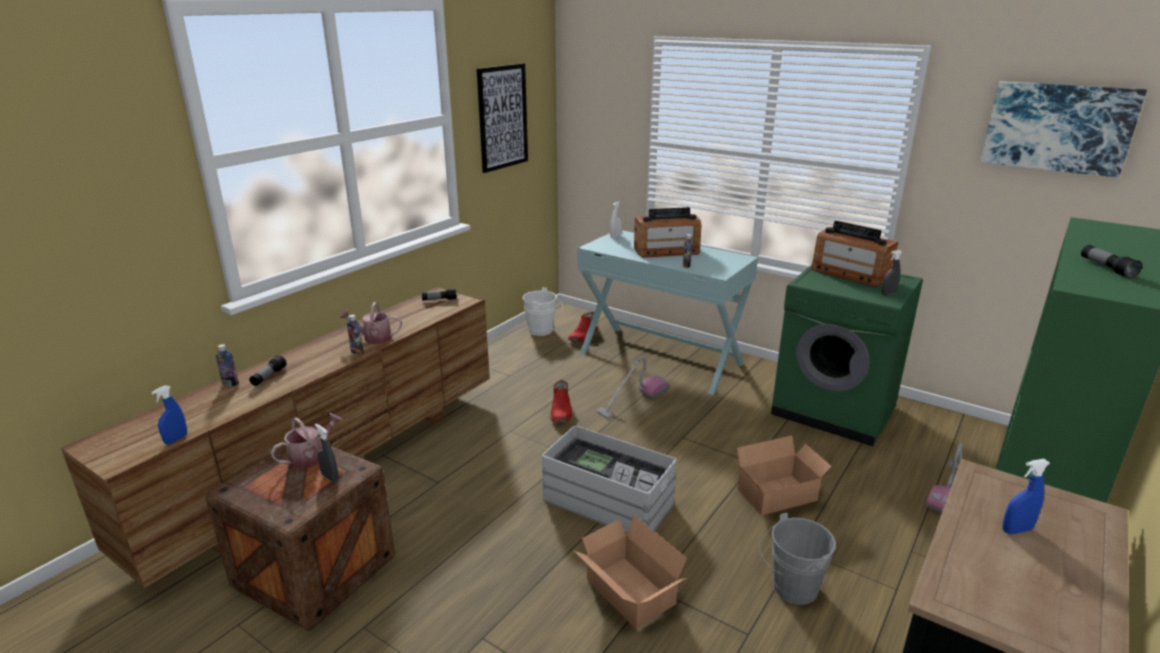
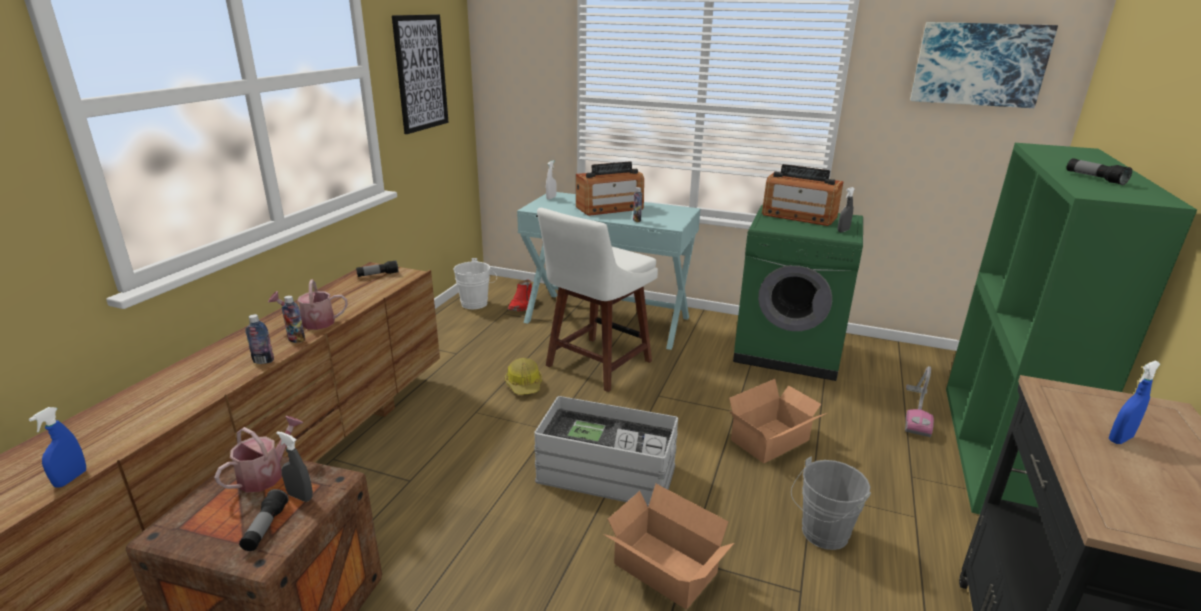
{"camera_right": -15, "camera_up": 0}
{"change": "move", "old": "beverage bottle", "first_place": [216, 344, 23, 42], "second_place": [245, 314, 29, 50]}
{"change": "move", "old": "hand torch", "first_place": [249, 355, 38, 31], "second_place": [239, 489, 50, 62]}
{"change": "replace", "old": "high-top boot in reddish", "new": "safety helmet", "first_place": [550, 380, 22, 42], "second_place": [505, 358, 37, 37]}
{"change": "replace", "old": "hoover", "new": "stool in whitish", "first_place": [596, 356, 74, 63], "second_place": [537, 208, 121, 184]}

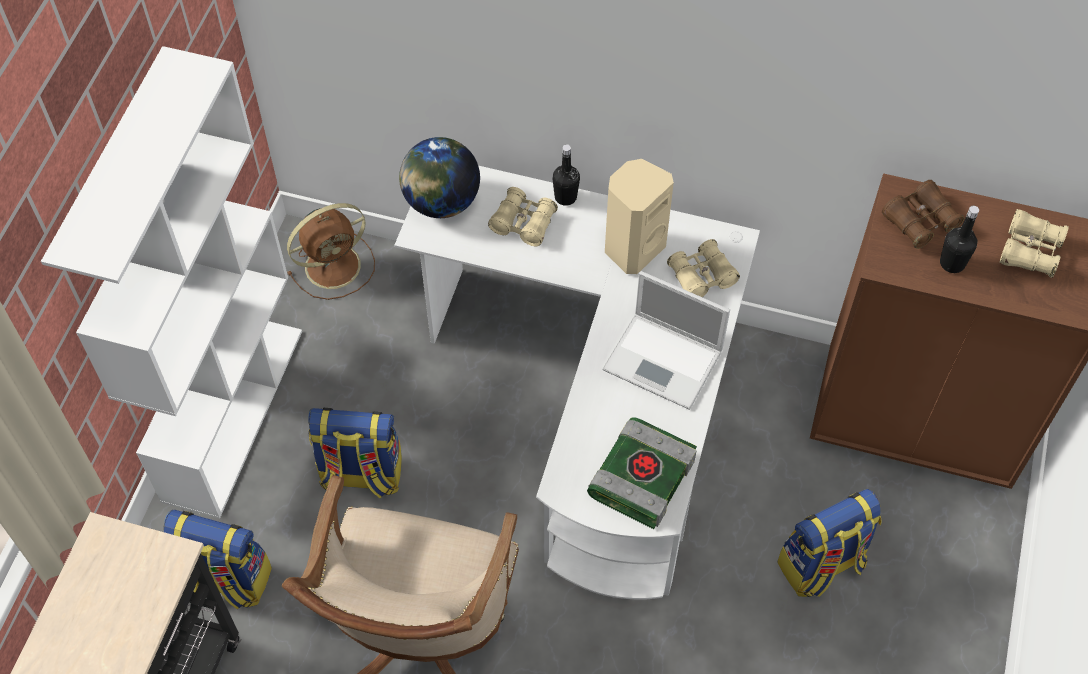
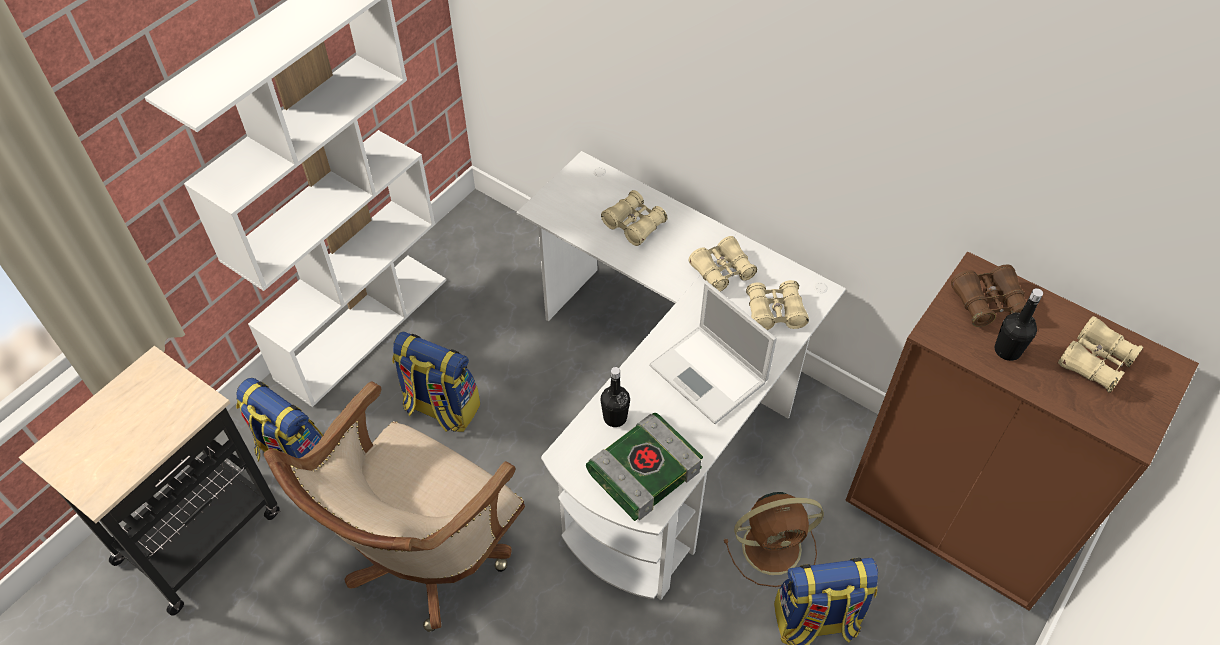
{"camera_right": 20, "camera_up": -5}
{"change": "delete", "old": "globe", "first_place": [399, 137, 81, 81]}
{"change": "move", "old": "cooling fan in brown-coloured", "first_place": [287, 203, 88, 97], "second_place": [724, 492, 100, 95]}
{"change": "move", "old": "beverage bottle in black-coloured", "first_place": [552, 144, 28, 62], "second_place": [601, 367, 29, 60]}
{"change": "replace", "old": "loudspeaker in beige-coloured", "new": "pair of binoculars in beige-coloured", "first_place": [605, 159, 69, 115], "second_place": [689, 236, 68, 56]}

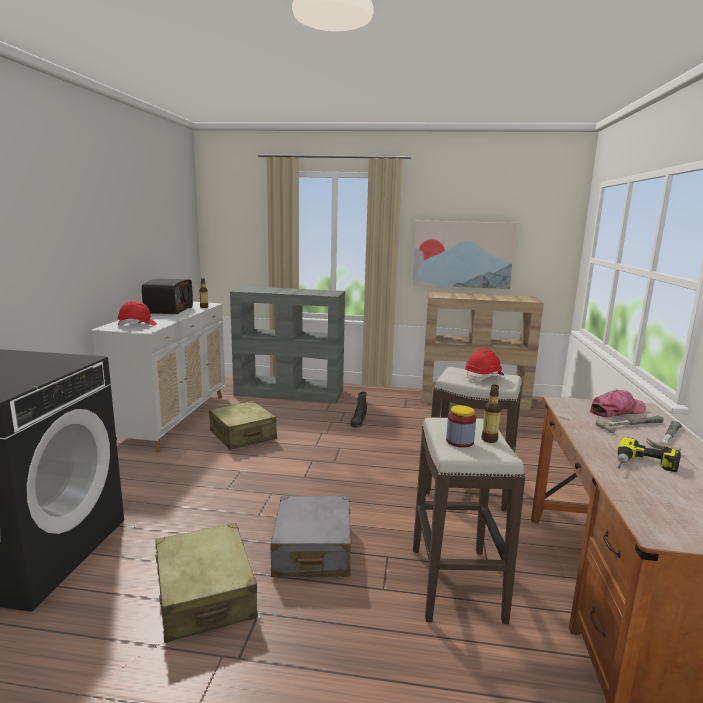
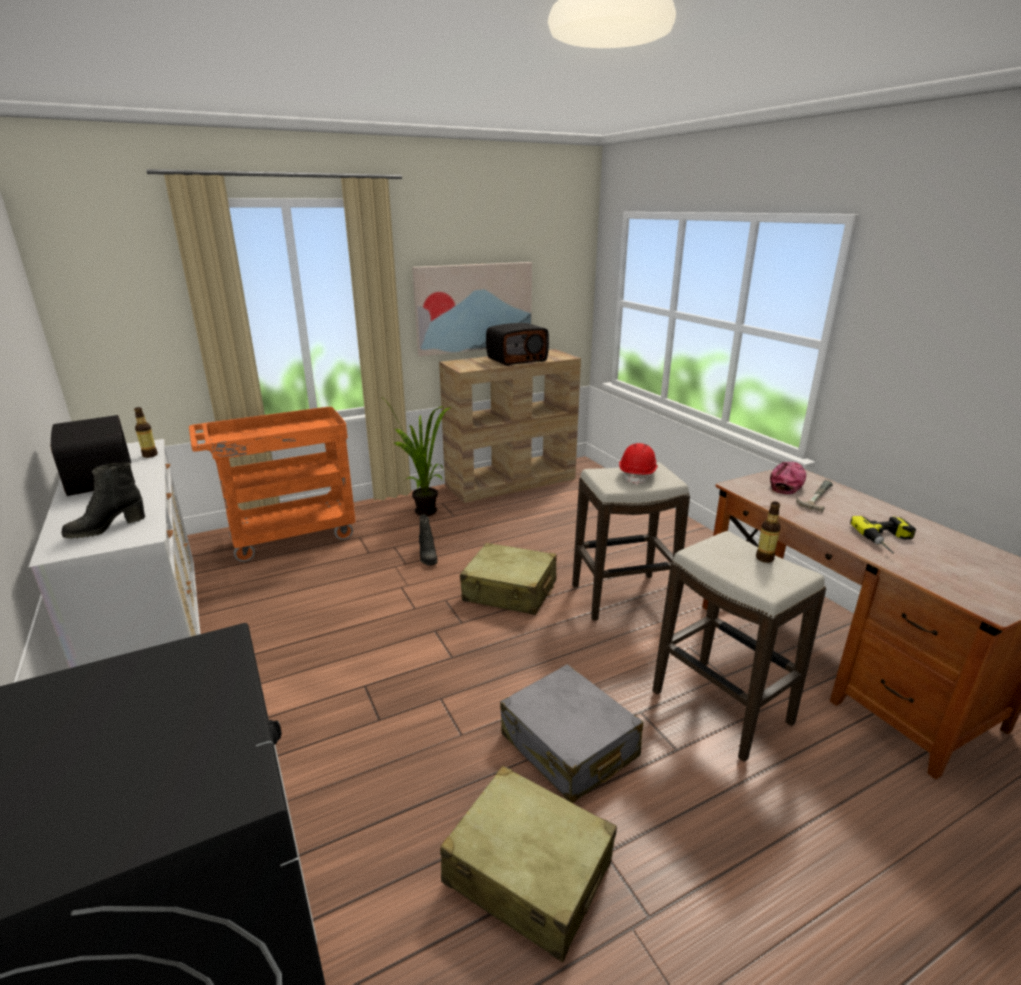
{"camera_right": -35, "camera_up": 10}
{"change": "delete", "old": "storage jar", "first_place": [446, 405, 30, 43]}
{"change": "delete", "old": "hammer", "first_place": [646, 421, 36, 31]}
{"change": "insert", "new": "potted plant", "second_place": [381, 397, 70, 119]}
{"change": "insert", "new": "radio", "second_place": [486, 323, 63, 43]}
{"change": "move", "old": "suitcase in beige-coloured", "first_place": [209, 401, 68, 49], "second_place": [460, 543, 97, 72]}
{"change": "replace", "old": "safety helmet in reddish", "new": "high-top boot in black-coloured", "first_place": [117, 301, 40, 25], "second_place": [61, 463, 84, 75]}
{"change": "replace", "old": "shelving unit in grey", "new": "trolley in orangey", "first_place": [230, 286, 115, 117], "second_place": [189, 407, 167, 155]}

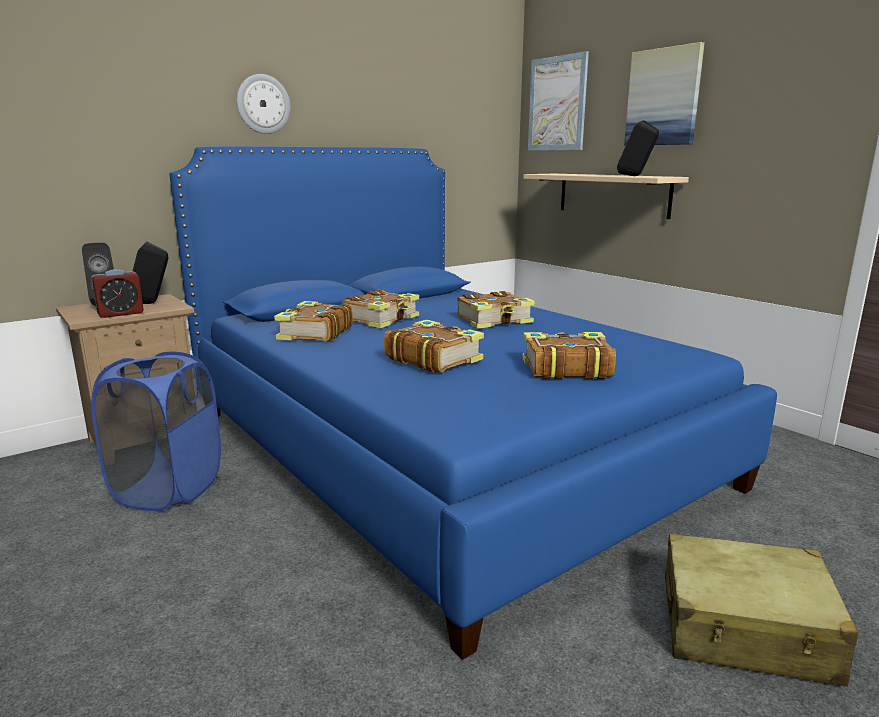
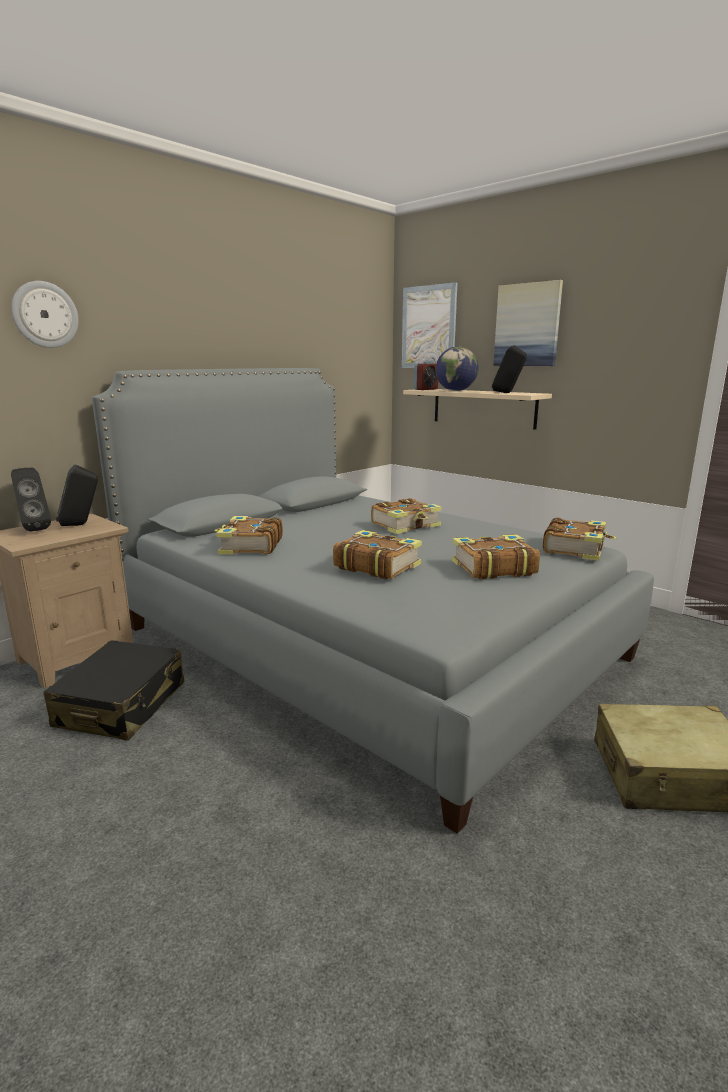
{"camera_right": -10, "camera_up": 0}
{"change": "insert", "new": "globe", "second_place": [436, 346, 43, 45]}
{"change": "move", "old": "table clock", "first_place": [91, 269, 53, 49], "second_place": [414, 361, 24, 29]}
{"change": "move", "old": "clock on the wall", "first_place": [237, 74, 53, 60], "second_place": [11, 281, 67, 67]}
{"change": "move", "old": "book", "first_place": [342, 290, 77, 38], "second_place": [543, 517, 73, 44]}
{"change": "replace", "old": "laundry basket in bluish", "new": "suitcase in black-coloured", "first_place": [91, 352, 130, 159], "second_place": [43, 640, 141, 101]}
{"change": "recolor", "old": "bedroom bed in bluish", "new": "bedroom bed in grey", "first_place": [170, 146, 607, 514], "second_place": [92, 368, 562, 466]}

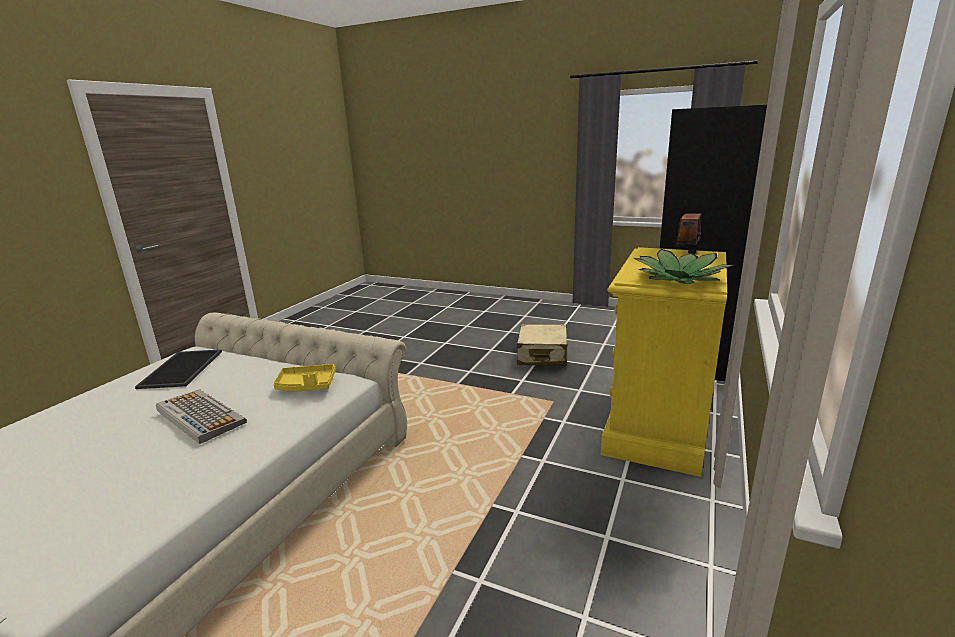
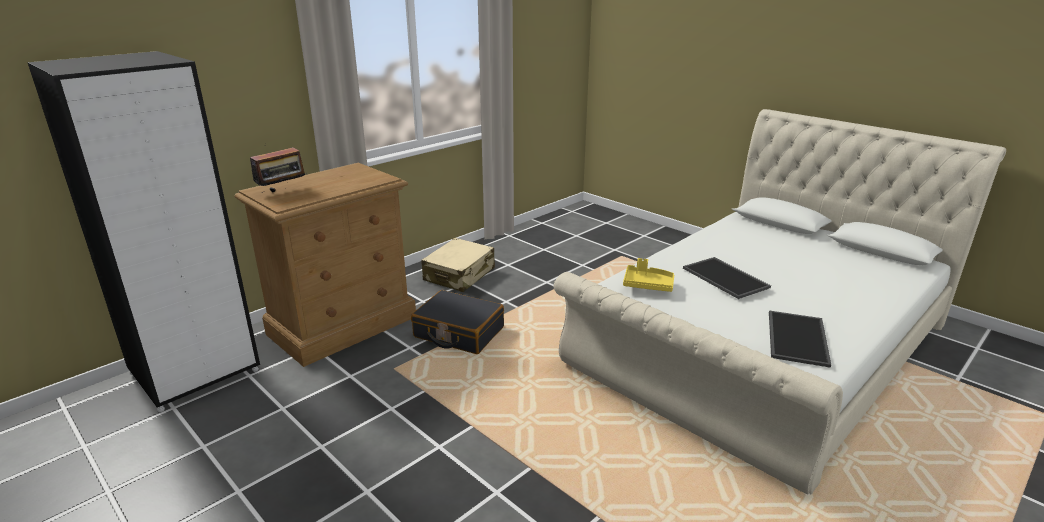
{"camera_right": -160, "camera_up": 5}
{"change": "delete", "old": "potted plant", "first_place": [634, 249, 99, 35]}
{"change": "insert", "new": "suitcase in black-coloured", "second_place": [411, 290, 93, 64]}
{"change": "move", "old": "suitcase in beige-coloured", "first_place": [517, 324, 51, 42], "second_place": [421, 238, 74, 54]}
{"change": "replace", "old": "PC keyboard", "new": "carrying tray", "first_place": [156, 389, 91, 55], "second_place": [683, 257, 88, 42]}
{"change": "recolor", "old": "dresser in yellowish", "new": "dresser in brown-coloured", "first_place": [601, 247, 126, 230], "second_place": [234, 163, 182, 204]}

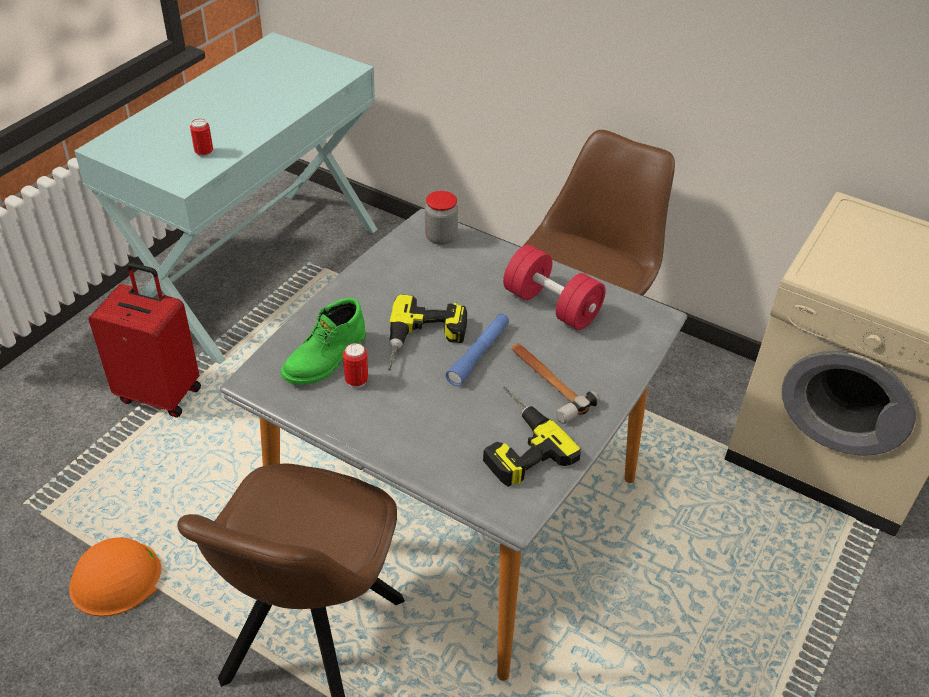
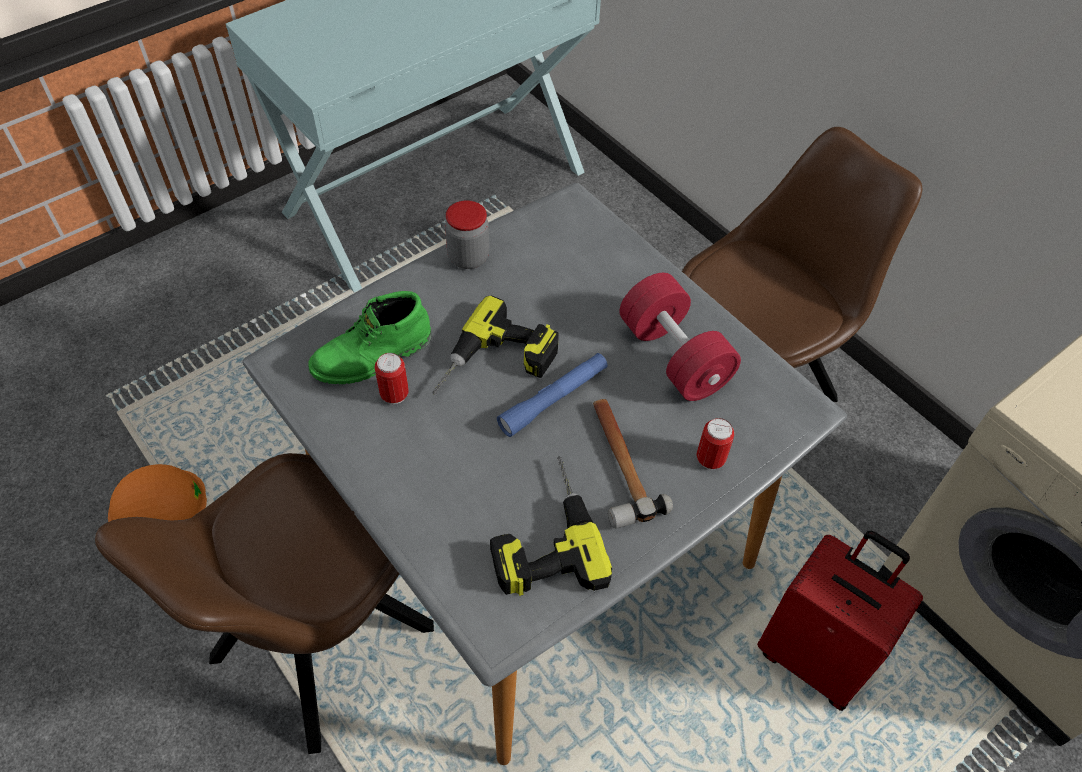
{"camera_right": 20, "camera_up": 10}
{"change": "move", "old": "suitcase in reddish", "first_place": [89, 263, 112, 155], "second_place": [757, 531, 166, 180]}
{"change": "move", "old": "metal can", "first_place": [190, 119, 23, 38], "second_place": [696, 418, 38, 52]}
{"change": "move", "old": "storage jar", "first_place": [425, 191, 33, 54], "second_place": [445, 200, 44, 69]}

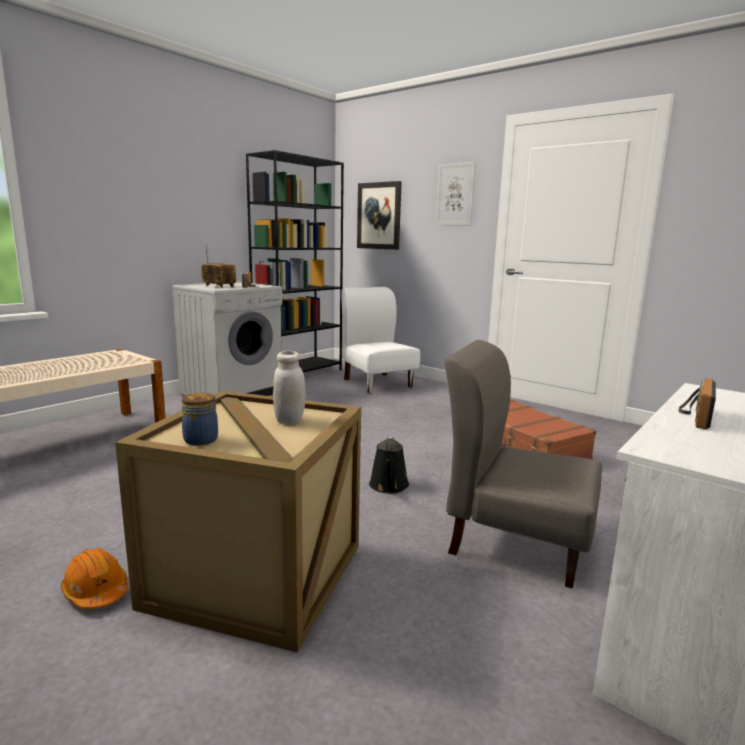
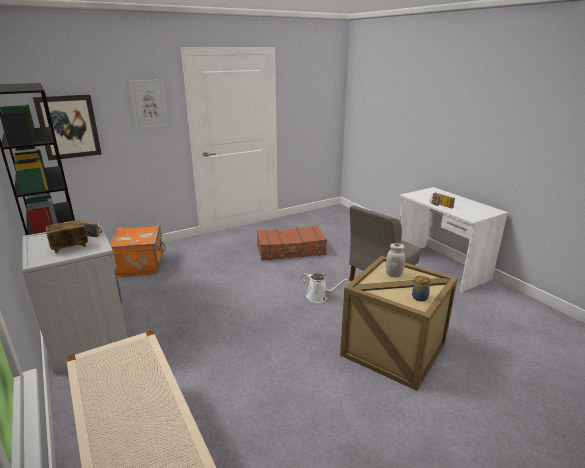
{"camera_right": -70, "camera_up": 10}
{"change": "delete", "old": "safety helmet in orangey", "first_place": [61, 548, 67, 61]}
{"change": "replace", "old": "upright chair in whitish", "new": "suitcase in orangey", "first_place": [341, 287, 79, 106], "second_place": [110, 225, 56, 52]}
{"change": "recolor", "old": "sprinkling can in black-coloured", "new": "sprinkling can in whitish", "first_place": [369, 437, 40, 57], "second_place": [301, 273, 48, 30]}

